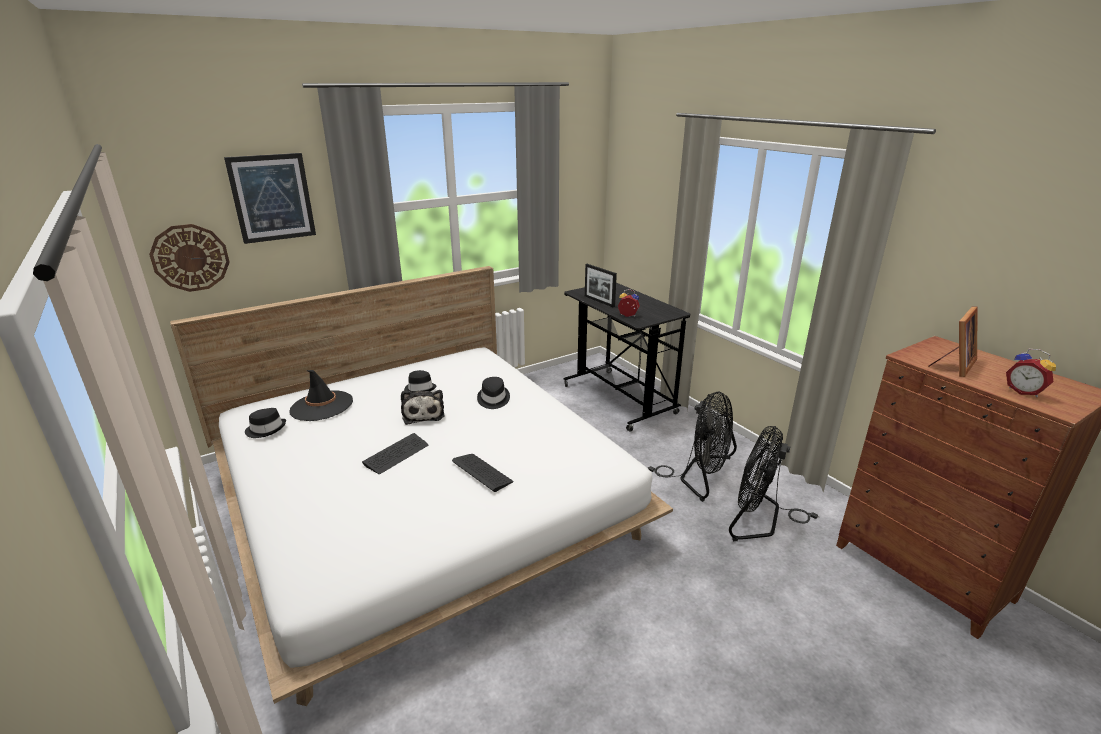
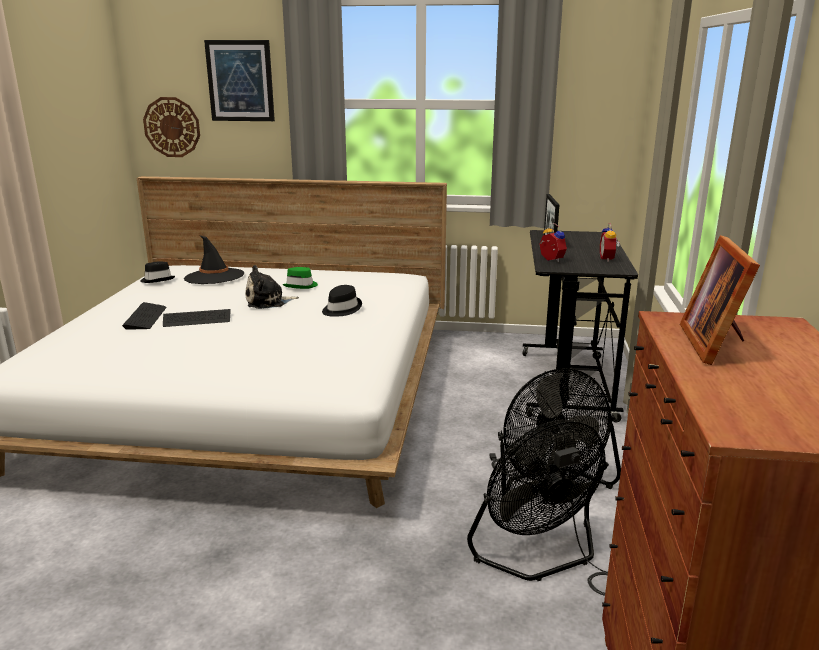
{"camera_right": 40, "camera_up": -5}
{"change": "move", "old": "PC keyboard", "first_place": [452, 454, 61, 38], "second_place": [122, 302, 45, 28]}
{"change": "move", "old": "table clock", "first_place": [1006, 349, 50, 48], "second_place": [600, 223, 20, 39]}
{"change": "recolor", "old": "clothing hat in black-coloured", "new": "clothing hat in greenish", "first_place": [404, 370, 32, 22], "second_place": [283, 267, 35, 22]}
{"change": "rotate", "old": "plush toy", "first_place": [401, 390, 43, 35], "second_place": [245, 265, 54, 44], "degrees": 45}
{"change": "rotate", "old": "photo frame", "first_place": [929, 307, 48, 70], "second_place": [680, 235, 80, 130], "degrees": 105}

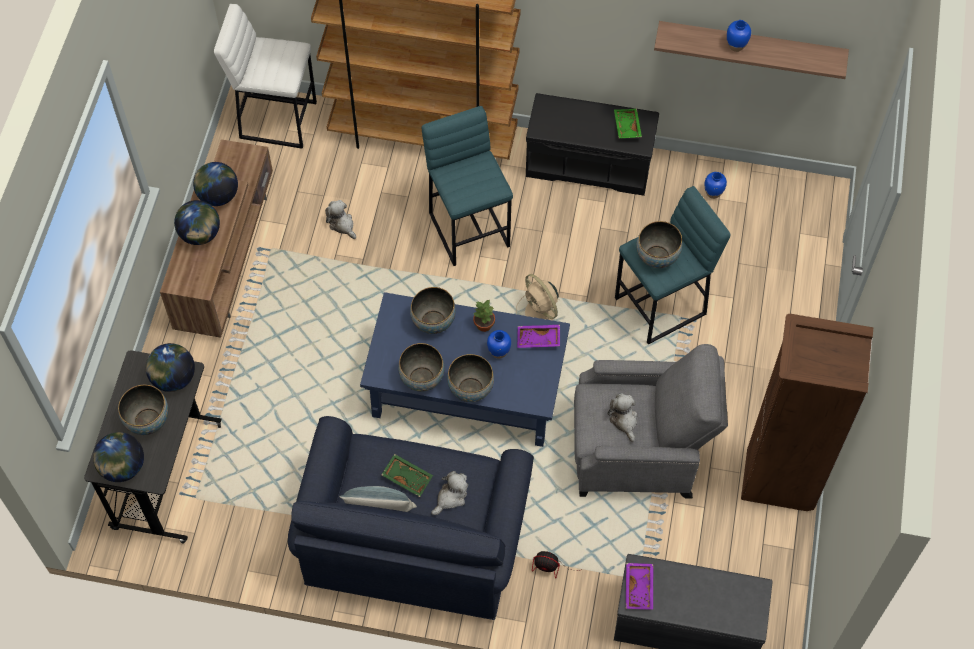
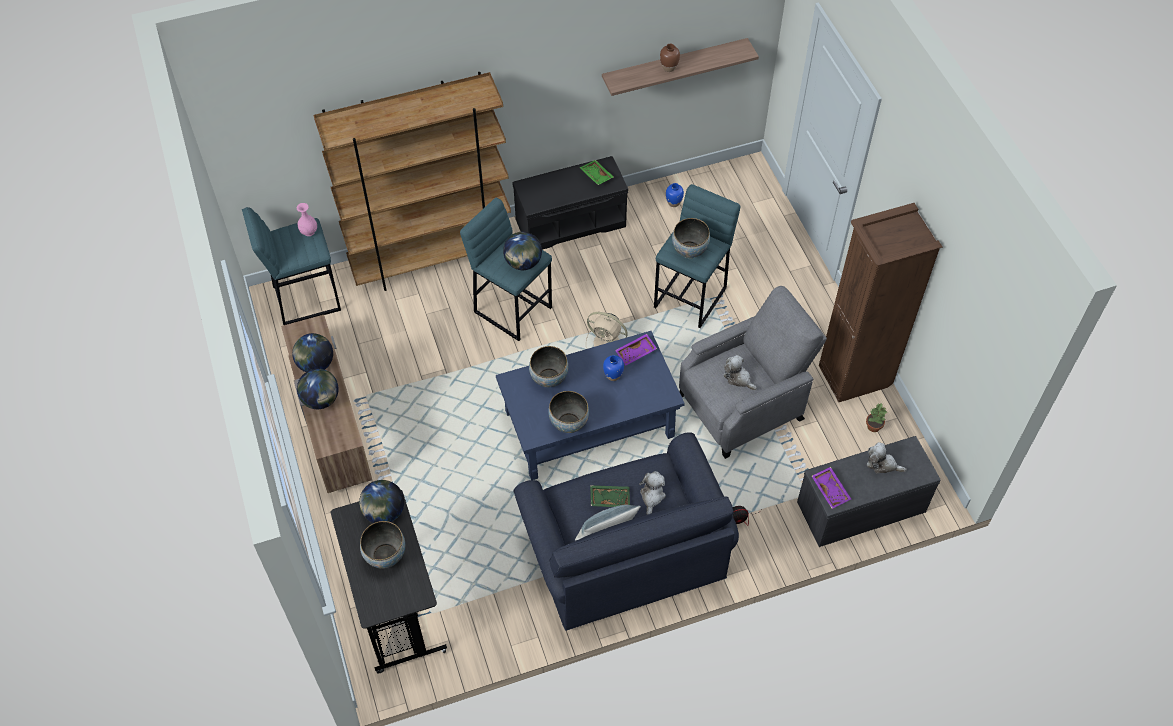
{"camera_right": -30, "camera_up": -5}
{"change": "delete", "old": "serving bowl", "first_place": [447, 354, 47, 48]}
{"change": "insert", "new": "vase in pink", "second_place": [297, 203, 20, 33]}
{"change": "move", "old": "globe", "first_place": [93, 432, 51, 50], "second_place": [503, 232, 39, 38]}
{"change": "move", "old": "plush toy", "first_place": [325, 200, 31, 39], "second_place": [867, 442, 40, 32]}
{"change": "move", "old": "potted plant", "first_place": [473, 300, 22, 32], "second_place": [866, 403, 21, 29]}
{"change": "recolor", "old": "stool in whitish", "new": "stool in turquoise", "first_place": [214, 4, 103, 145], "second_place": [242, 207, 99, 118]}
{"change": "recolor", "old": "vase in bluish", "new": "vase in brown-coloured", "first_place": [727, 20, 24, 32], "second_place": [660, 44, 20, 28]}

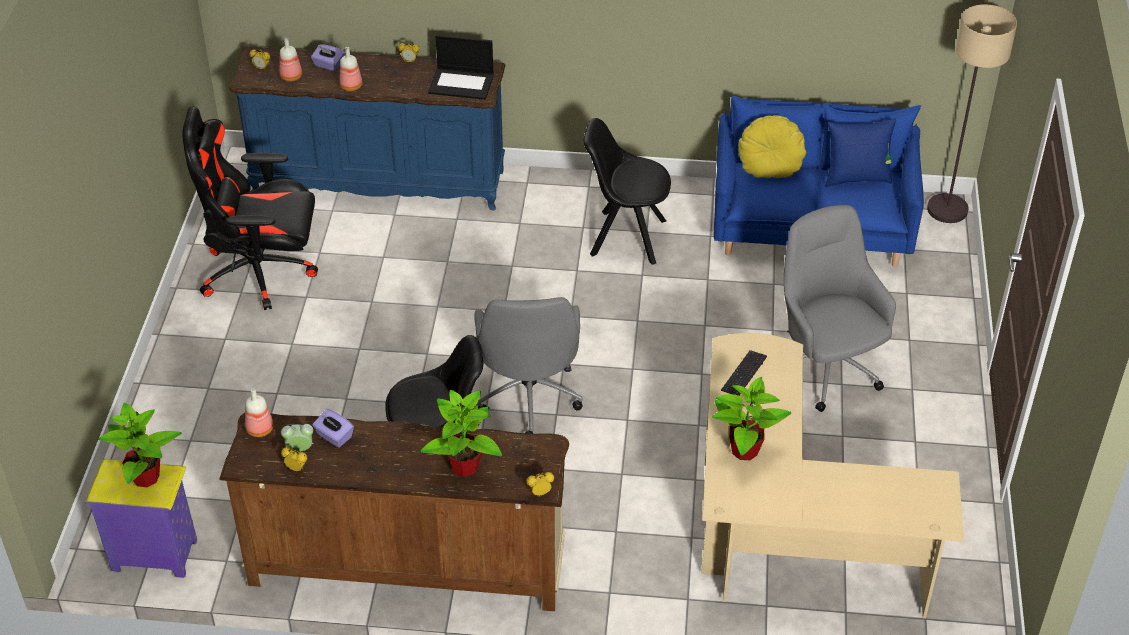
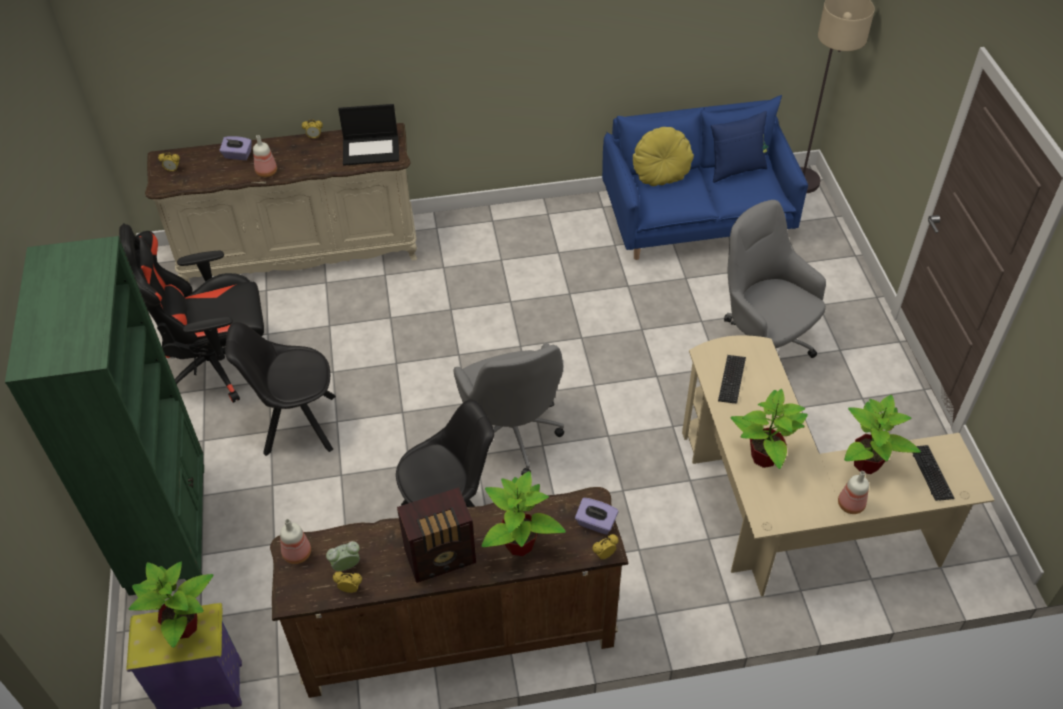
{"camera_right": -15, "camera_up": 5}
{"change": "insert", "new": "shelving unit in greenish", "second_place": [5, 236, 199, 360]}
{"change": "insert", "new": "radio", "second_place": [397, 487, 79, 96]}
{"change": "insert", "new": "potted plant", "second_place": [844, 395, 77, 79]}
{"change": "insert", "new": "PC keyboard", "second_place": [913, 445, 41, 56]}
{"change": "move", "old": "beverage bottle", "first_place": [279, 38, 23, 44], "second_place": [838, 471, 31, 43]}
{"change": "move", "old": "tissue holder in purple-coloured", "first_place": [312, 409, 42, 39], "second_place": [575, 498, 43, 37]}
{"change": "move", "old": "upright chair in black-coloured", "first_place": [583, 118, 88, 147], "second_place": [225, 322, 111, 134]}
{"change": "recolor", "old": "storage cabinet in bluish", "new": "storage cabinet in beige-coloured", "first_place": [229, 47, 276, 164], "second_place": [145, 123, 272, 160]}

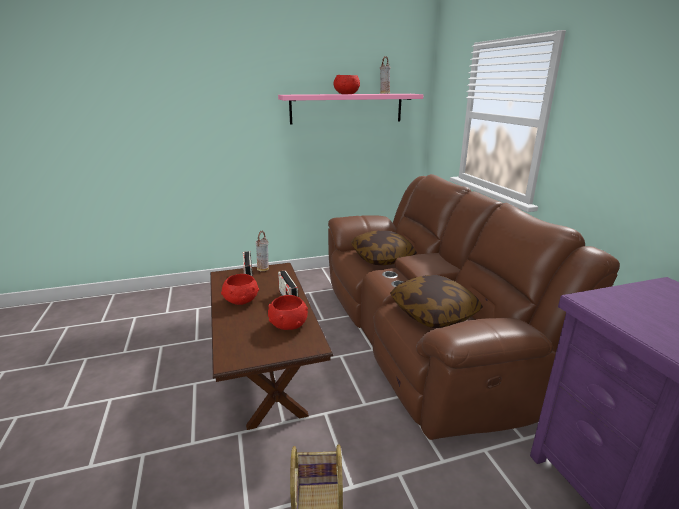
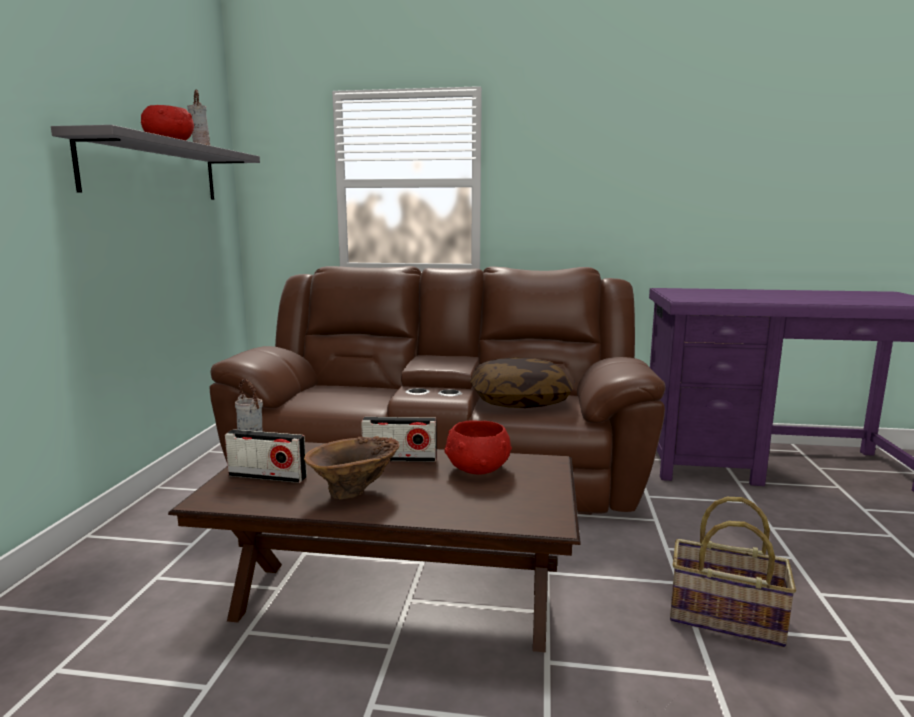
{"camera_right": -65, "camera_up": -10}
{"change": "delete", "old": "cushion", "first_place": [351, 230, 66, 35]}
{"change": "replace", "old": "serving bowl in reddish", "new": "vase in brown-coloured", "first_place": [221, 274, 38, 31], "second_place": [304, 436, 95, 64]}
{"change": "recolor", "old": "bracket shelf in pink", "new": "bracket shelf in grey", "first_place": [278, 94, 145, 30], "second_place": [51, 125, 209, 75]}

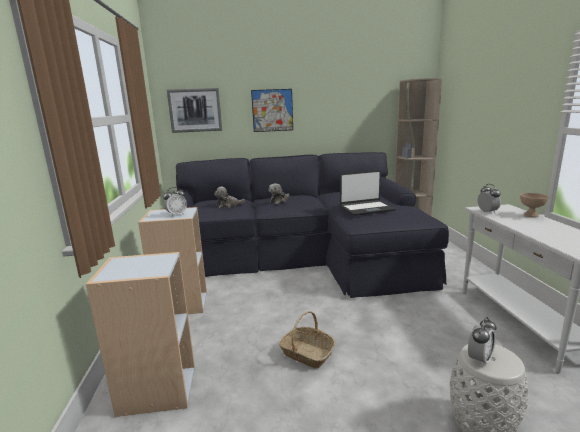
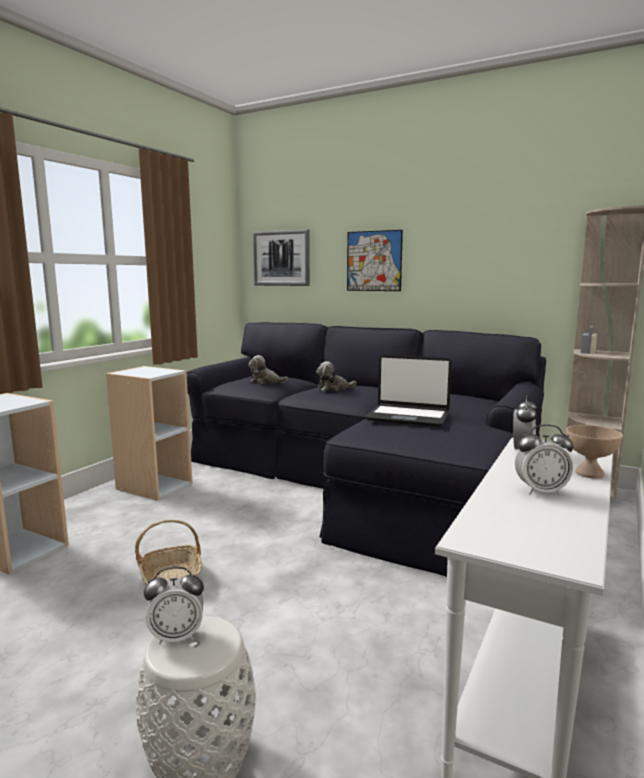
{"camera_right": 35, "camera_up": -5}
{"change": "move", "old": "table clock", "first_place": [164, 187, 23, 30], "second_place": [515, 424, 58, 71]}

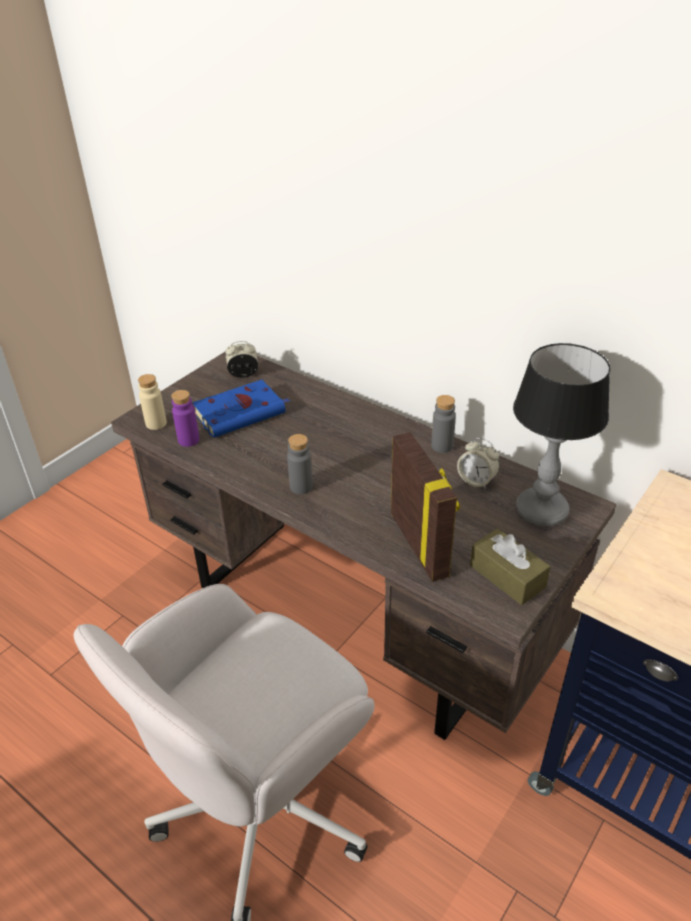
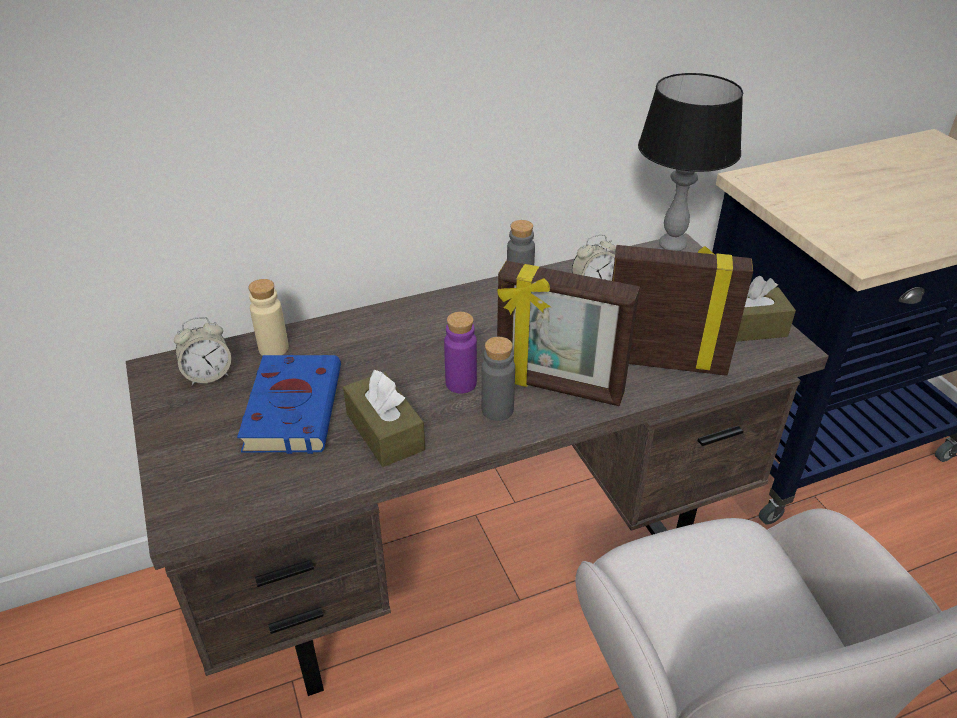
{"camera_right": -60, "camera_up": 0}
{"change": "insert", "new": "tissue holder in brown-coloured", "second_place": [343, 369, 82, 98]}
{"change": "insert", "new": "photo frame", "second_place": [497, 261, 143, 145]}
{"change": "move", "old": "beverage bottle in beige-coloured", "first_place": [138, 374, 29, 56], "second_place": [248, 279, 41, 77]}
{"change": "move", "old": "beverage bottle in purple-coloured", "first_place": [171, 390, 28, 57], "second_place": [444, 312, 33, 82]}
{"change": "rotate", "old": "table clock", "first_place": [225, 341, 33, 37], "second_place": [174, 317, 57, 68], "degrees": -135}

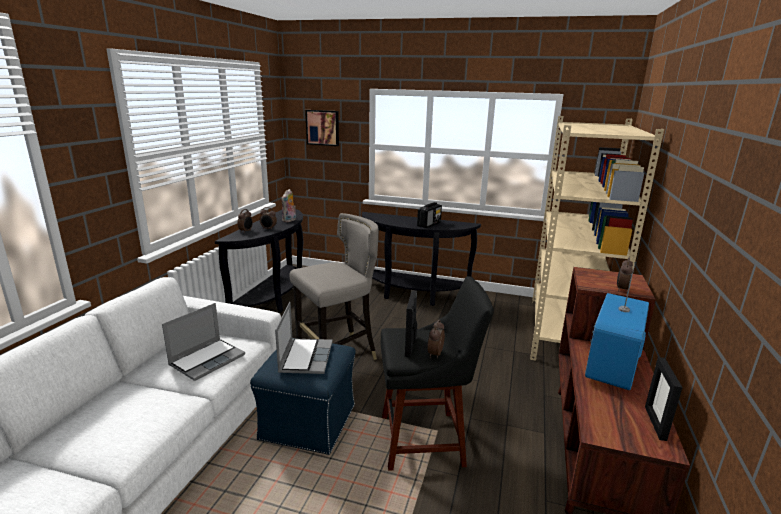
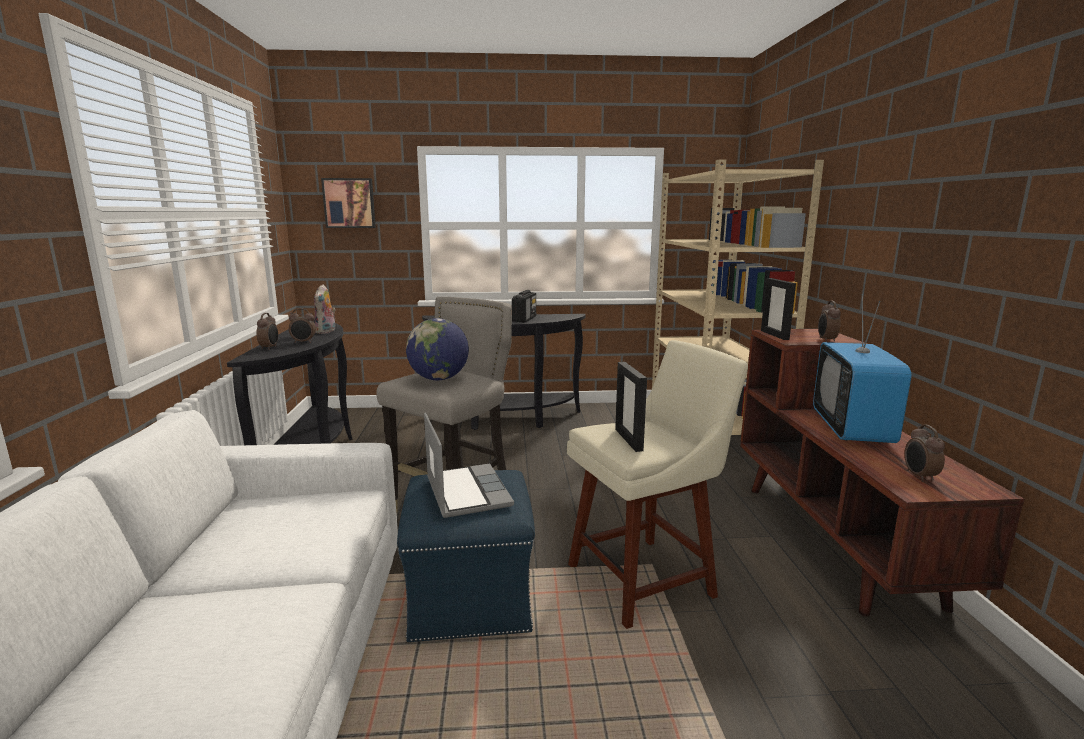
{"camera_right": -20, "camera_up": -5}
{"change": "delete", "old": "laptop", "first_place": [162, 303, 83, 78]}
{"change": "insert", "new": "globe", "second_place": [406, 318, 63, 62]}
{"change": "move", "old": "table clock", "first_place": [427, 320, 18, 38], "second_place": [904, 424, 41, 58]}
{"change": "move", "old": "photo frame", "first_place": [645, 357, 38, 84], "second_place": [761, 278, 35, 62]}
{"change": "recolor", "old": "stool in black-coloured", "new": "stool in beige-coloured", "first_place": [381, 276, 113, 195], "second_place": [567, 340, 181, 289]}

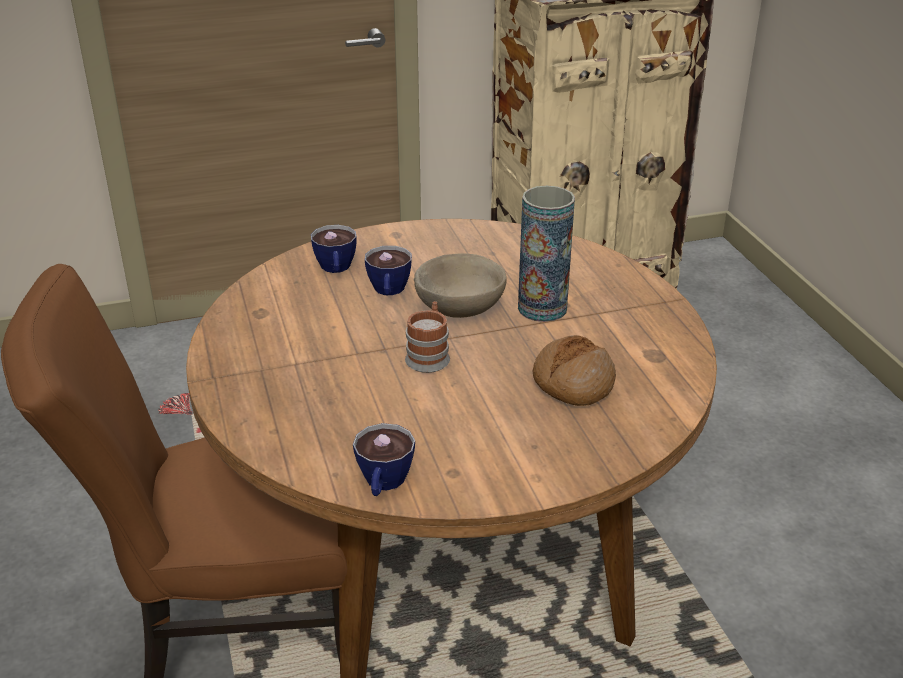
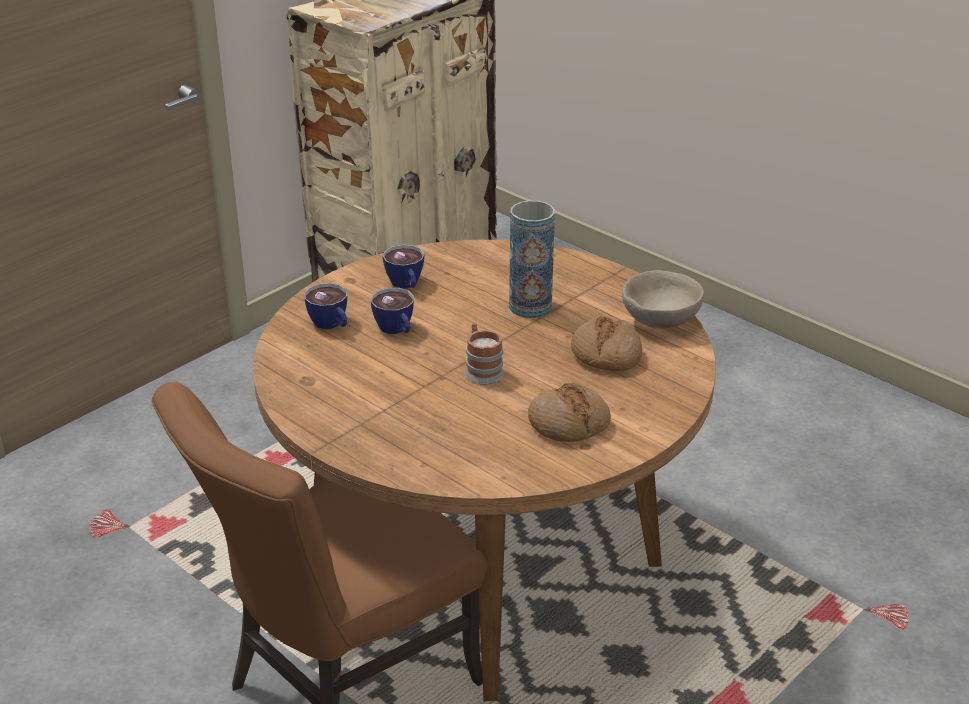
{"camera_right": -30, "camera_up": 0}
{"change": "insert", "new": "bakery bread", "second_place": [528, 383, 83, 59]}
{"change": "move", "old": "cup", "first_place": [353, 423, 62, 73], "second_place": [383, 244, 42, 45]}
{"change": "move", "old": "serving bowl in beige-coloured", "first_place": [413, 253, 94, 65], "second_place": [622, 270, 82, 59]}

